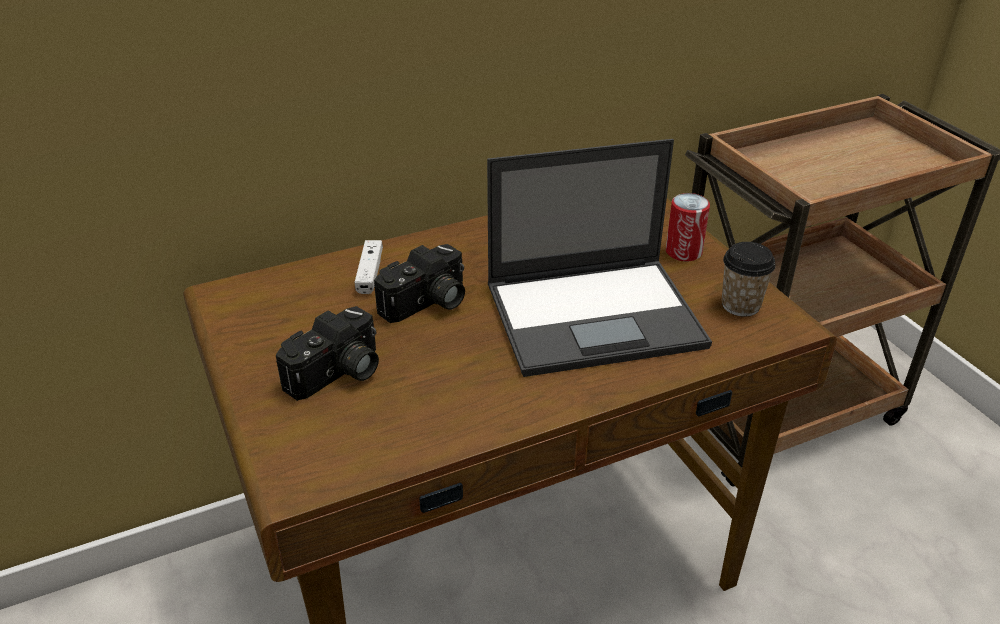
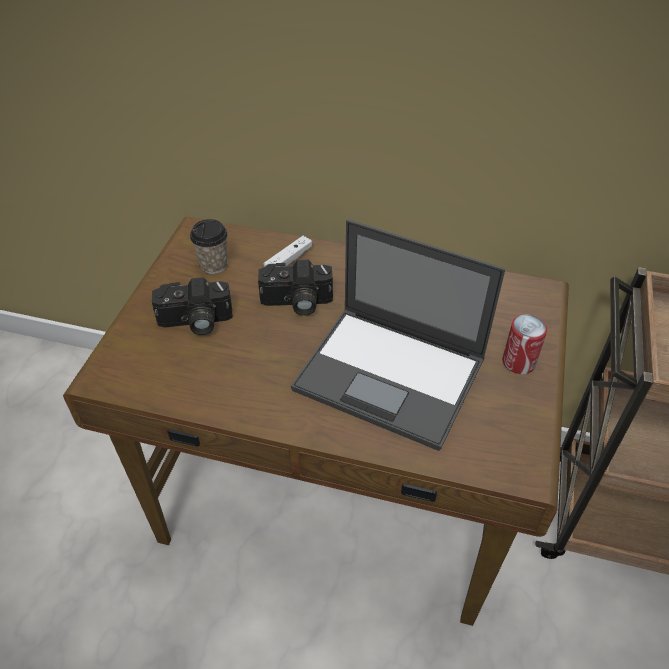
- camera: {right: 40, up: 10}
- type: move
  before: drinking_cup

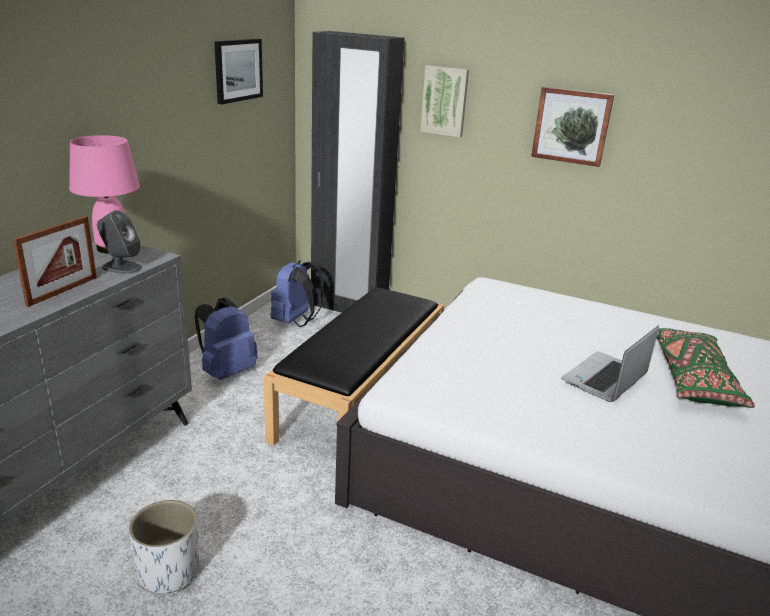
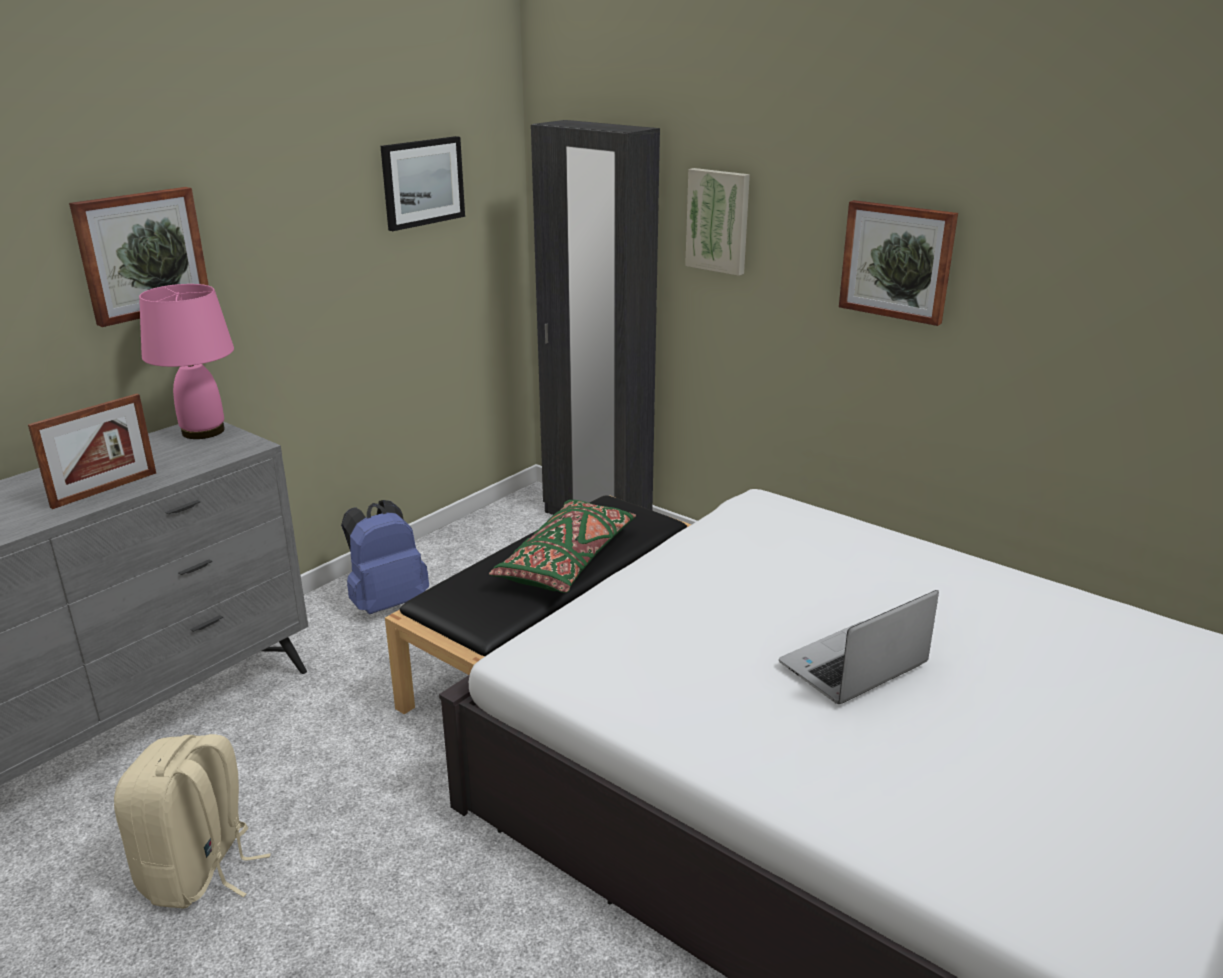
- camera: {right: 15, up: 0}
- type: insert
  after: wall_picture (1st from left)
- type: replace
  before: whitish_plant_pot
  after: sand-coloured_backpack
- type: move
  before: green-coloured_throw_pillow
- type: delete
  before: greyish_audio_speaker
- type: delete
  before: blue_backpack (2nd from left)

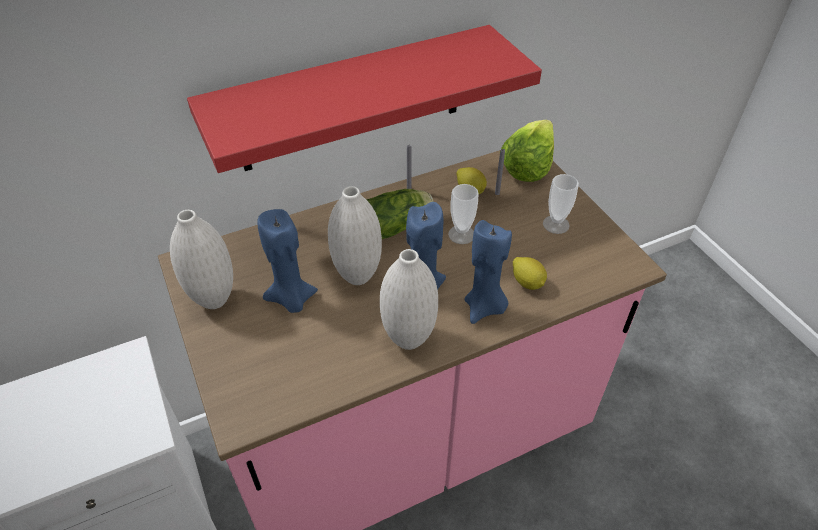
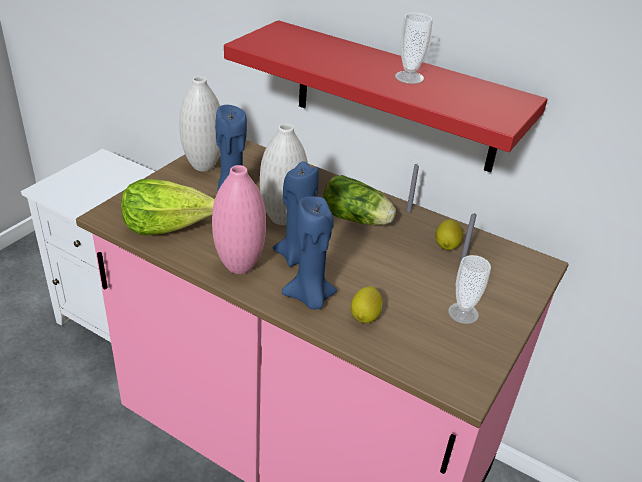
- camera: {right: 55, up: -10}
- type: move
  before: lettuce_head (2nd from left in the first image)
  after: lettuce_head (1st from left)
- type: recolor
  before: whitish_vase (3rd from left)
  after: pinkish_vase
- type: move
  before: drinking_cup (1st from left)

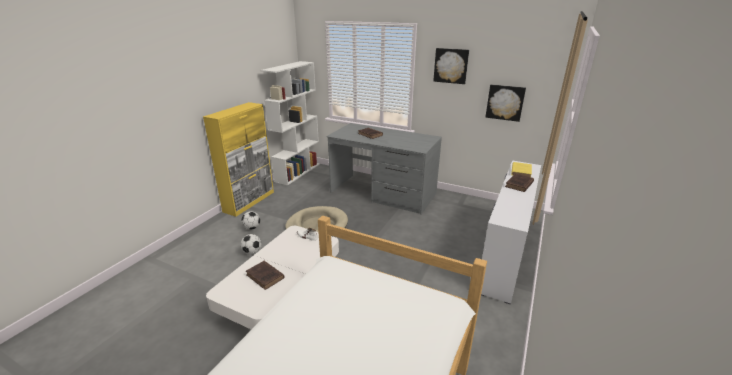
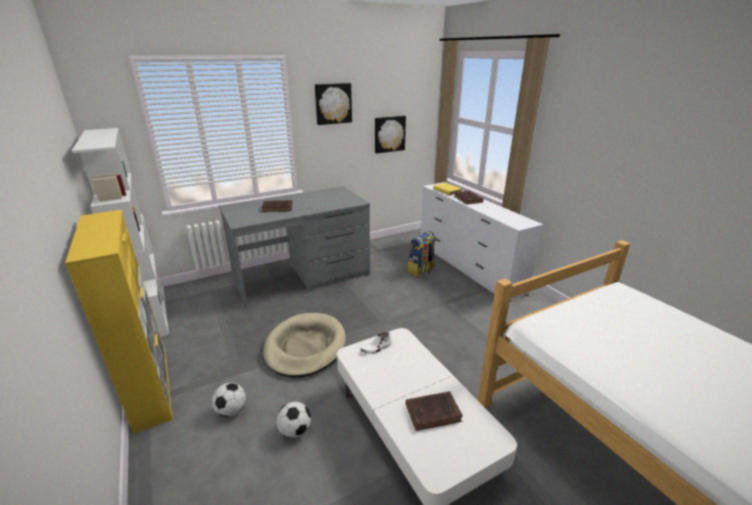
- camera: {right: -55, up: 0}
- type: insert
  after: backpack

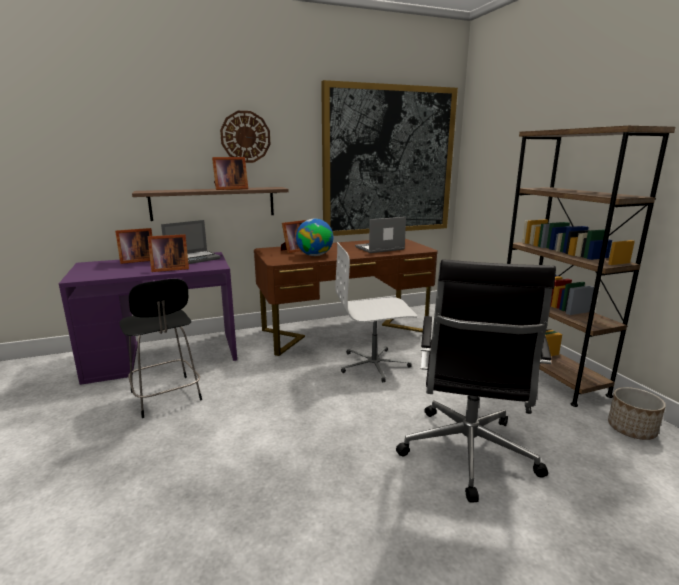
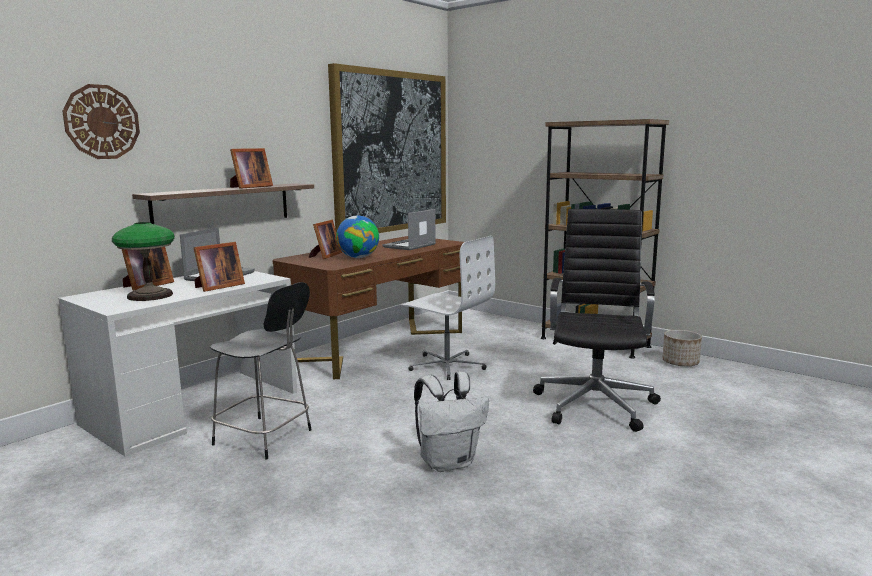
- camera: {right: -30, up: -5}
- type: recolor
  before: purple_desk_table
  after: whitish_desk_table
- type: move
  before: clock_on_the_wall
- type: insert
  after: tabletop_lamp
- type: rotate
  before: whitish_computer_chair
  turn: -105
- type: insert
  after: whitish_backpack
- type: rotate
  before: blackish_computer_chair
  turn: -150

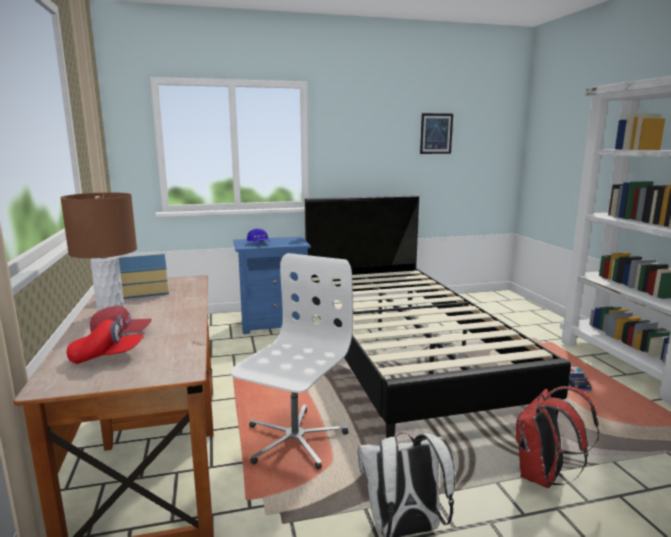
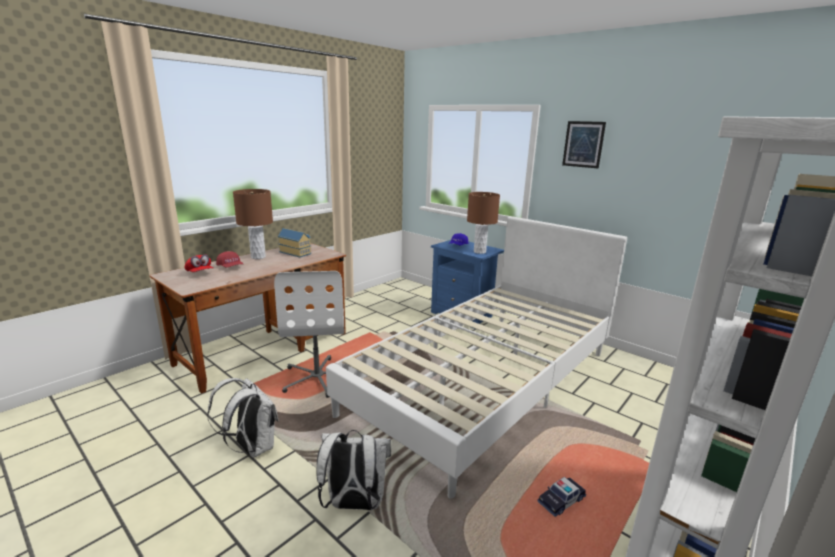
- camera: {right: 55, up: 5}
- type: rotate
  before: whitish_computer_chair
  turn: 90
- type: recolor
  before: reddish_backpack
  after: whitish_backpack (2nd from left)
- type: recolor
  before: blackish_bed
  after: whitish_bed
- type: insert
  after: brown-coloured_tabletop_lamp (2nd from left)
- type: move
  before: wall_picture

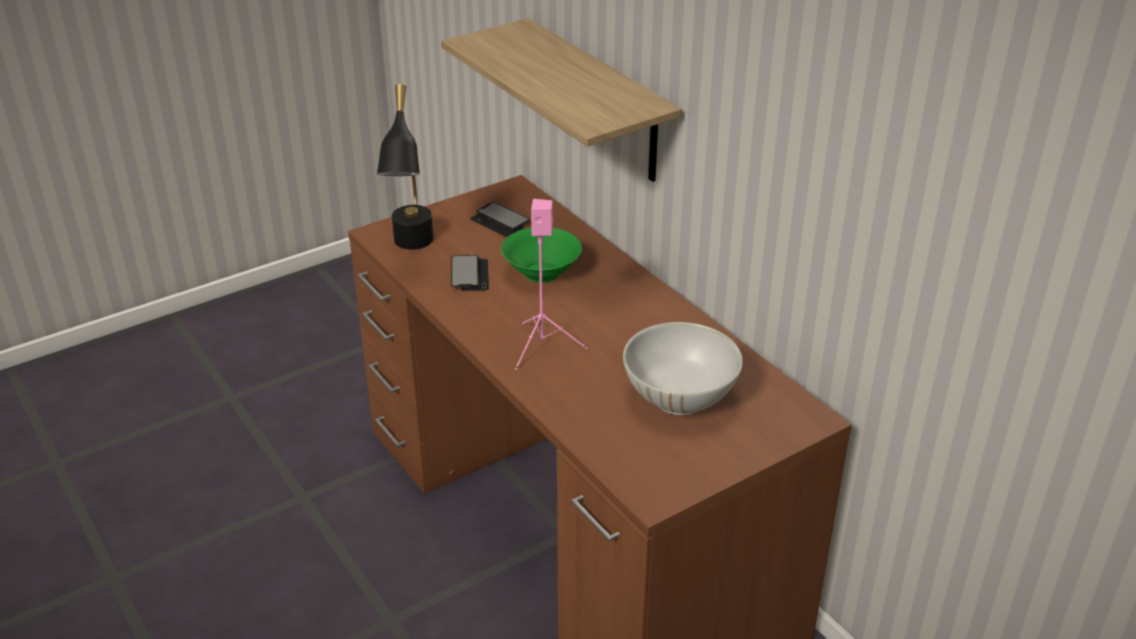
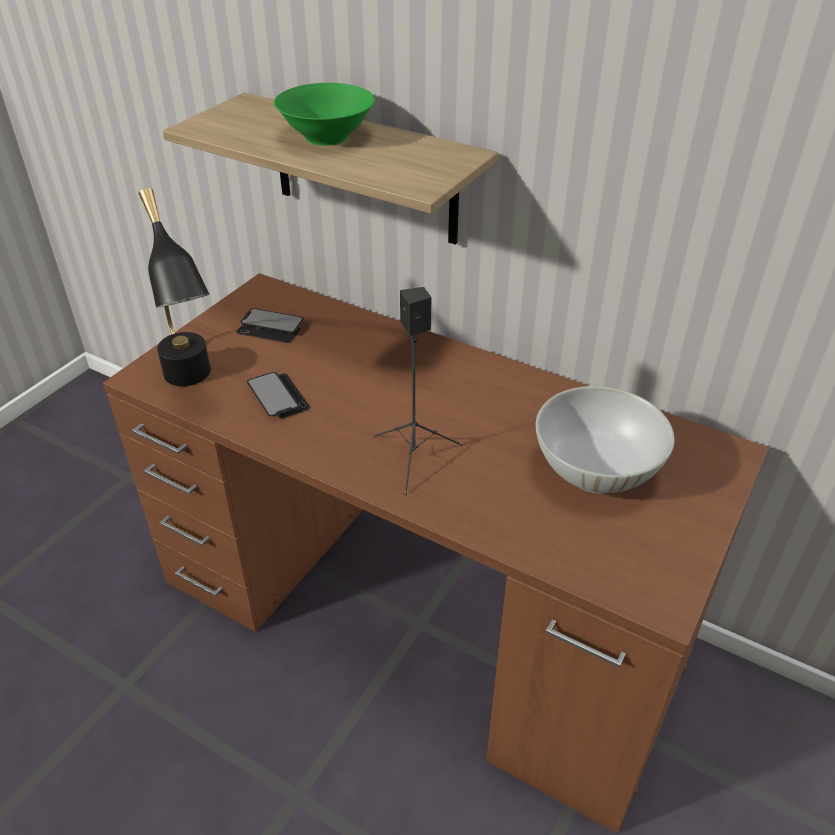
- camera: {right: -25, up: 5}
- type: move
  before: green-coloured_serving_bowl
- type: recolor
  before: pinkish_audio_speaker
  after: blackish_audio_speaker

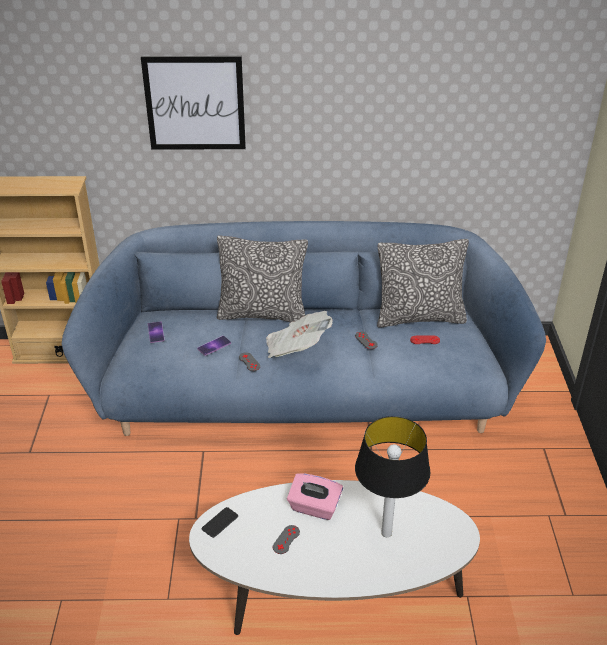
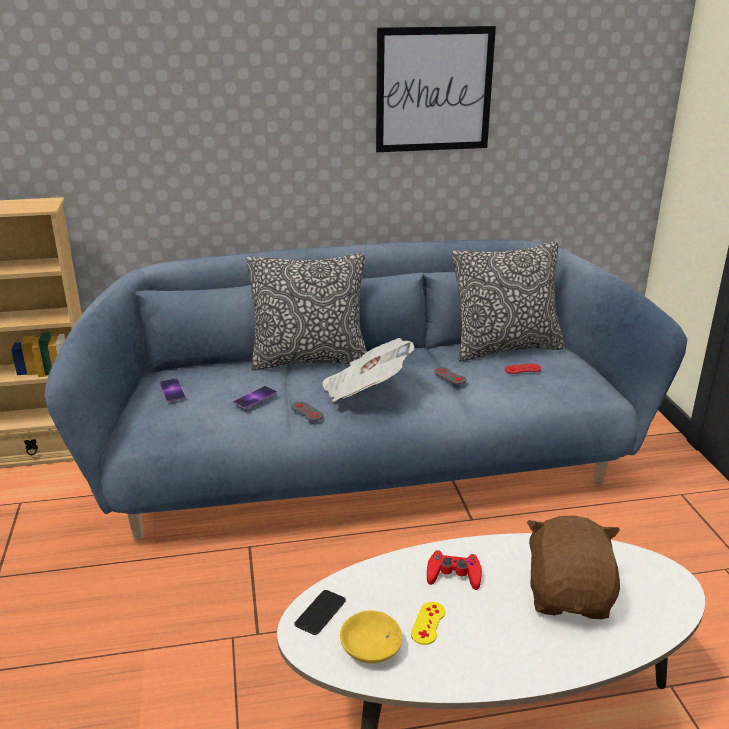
- camera: {right: -10, up: -10}
- type: insert
  after: yellowish_serving_bowl
- type: move
  before: wall_picture
- type: recolor
  before: greyish_joypad (2nd from left)
  after: yellowish_joypad
- type: replace
  before: pinkish_tissue_holder
  after: reddish_joypad (1st from left)
- type: replace
  before: tabletop_lamp
  after: brown-coloured_soft_toy

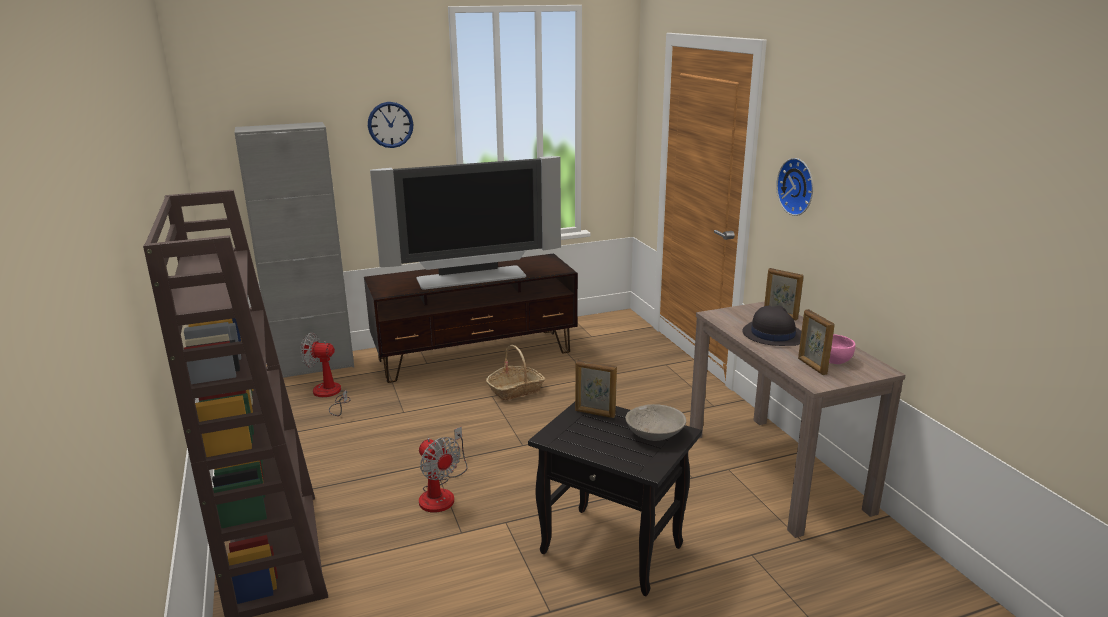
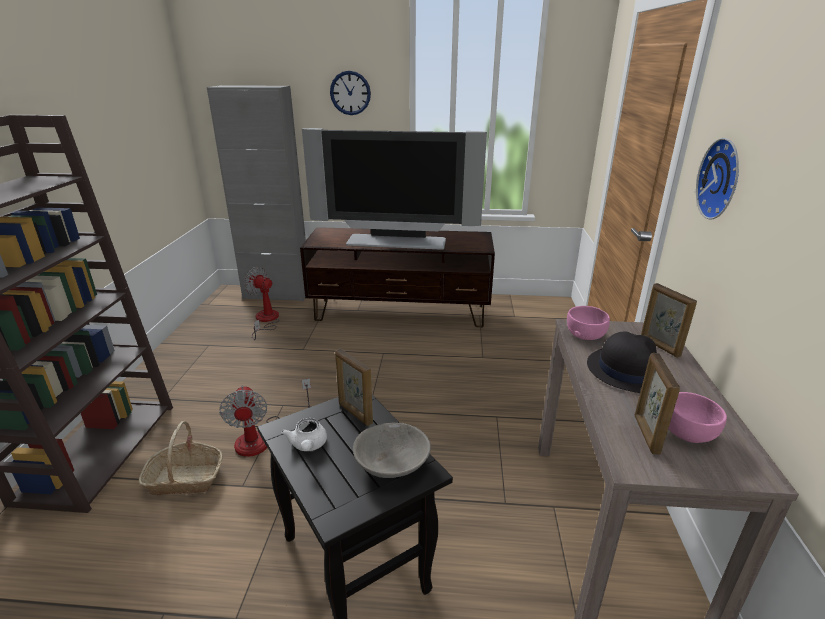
- camera: {right: 25, up: 5}
- type: move
  before: household_basket
- type: insert
  after: whitish_pot_for_tea
- type: insert
  after: pinkish_serving_bowl (1st from left)

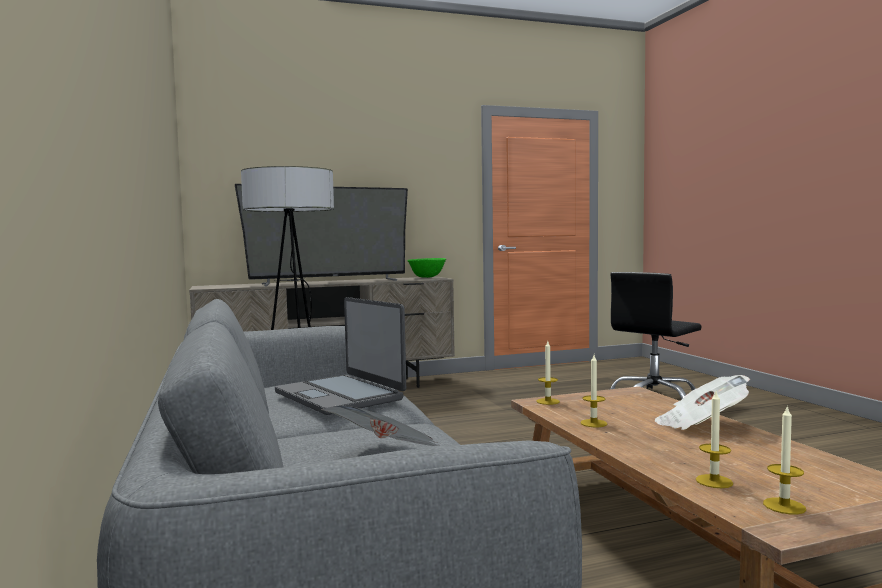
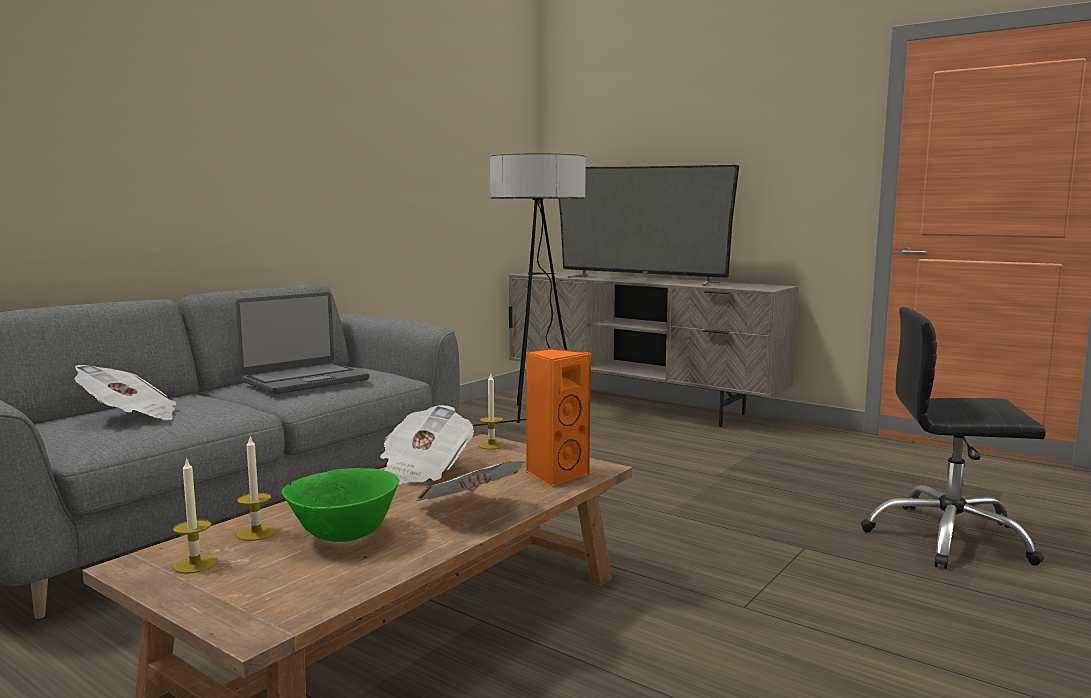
- camera: {right: 55, up: 5}
- type: rotate
  before: notebook_computer
  turn: -150
- type: move
  before: green-coloured_serving_bowl
- type: replace
  before: candle (2nd from left)
  after: daily_paper (2nd from left)
- type: insert
  after: orangey_audio_speaker

